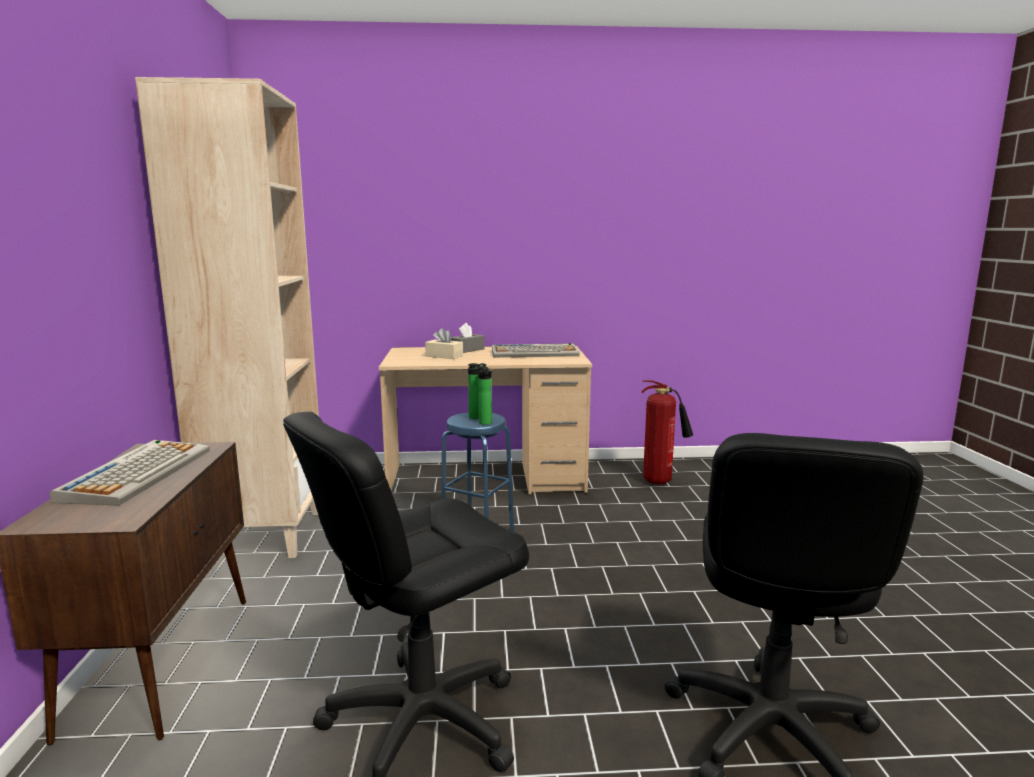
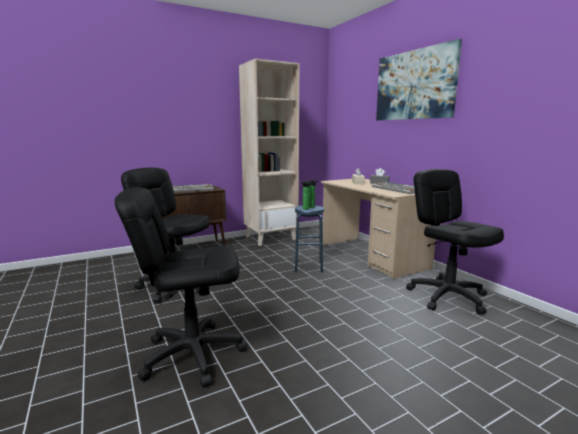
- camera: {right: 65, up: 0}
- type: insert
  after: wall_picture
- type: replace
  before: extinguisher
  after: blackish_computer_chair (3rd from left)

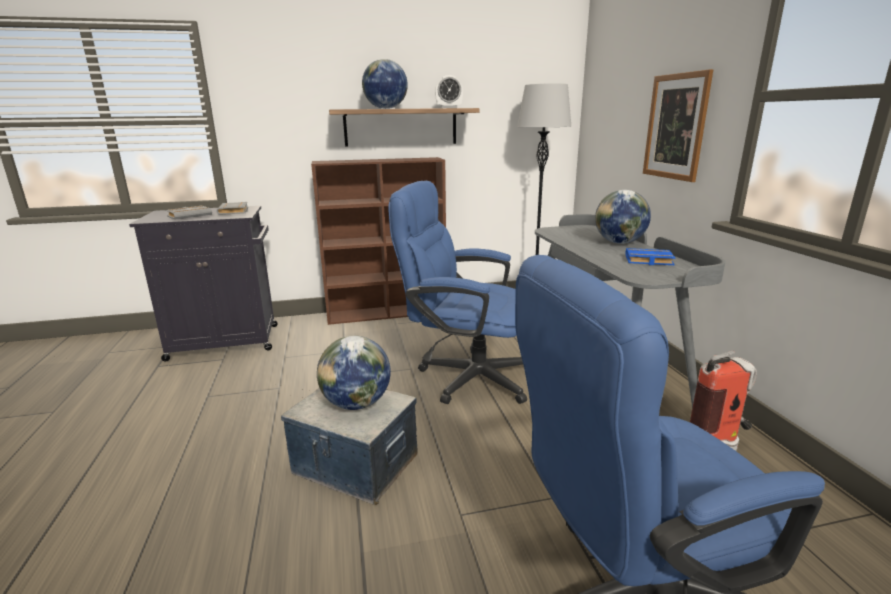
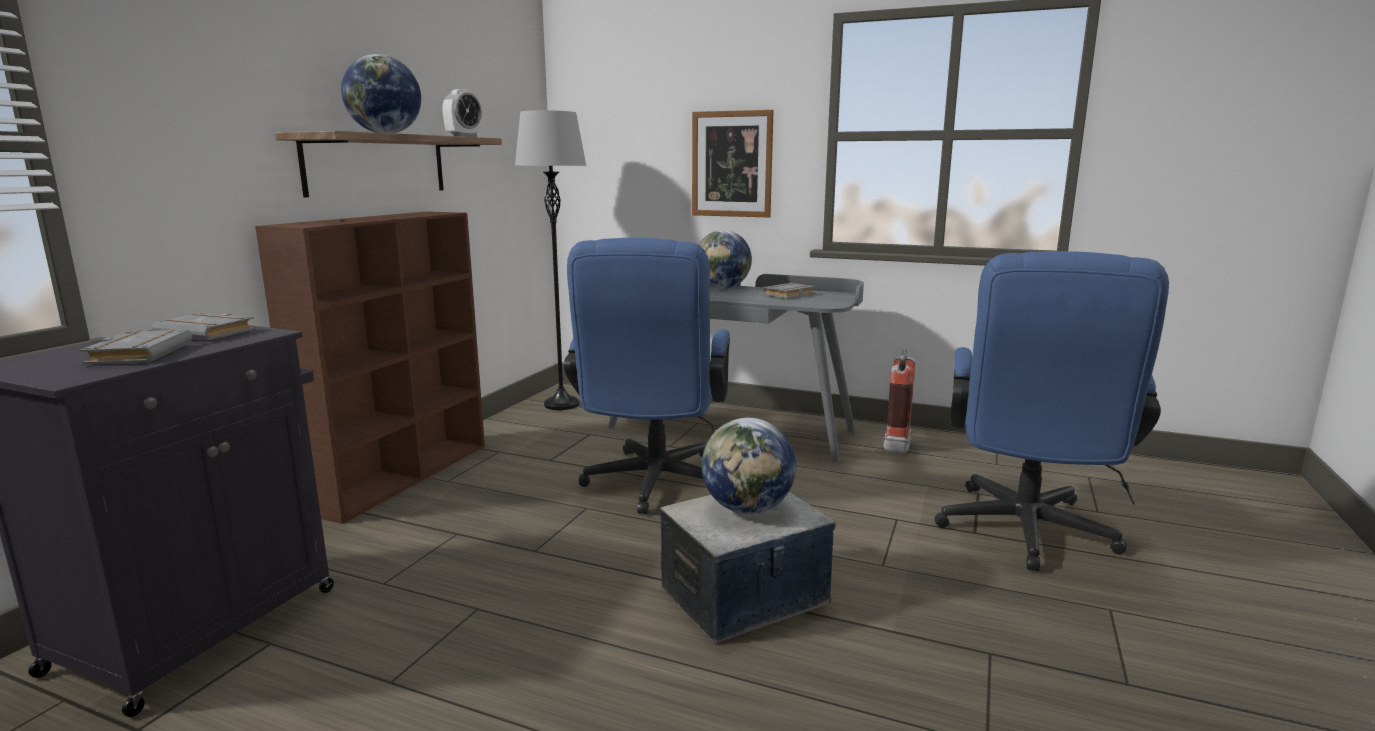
- camera: {right: -55, up: -5}
- type: rotate
  before: blue_computer_chair (1st from left)
  turn: -45
- type: recolor
  before: blue_book
  after: greyish_book (3rd from left)

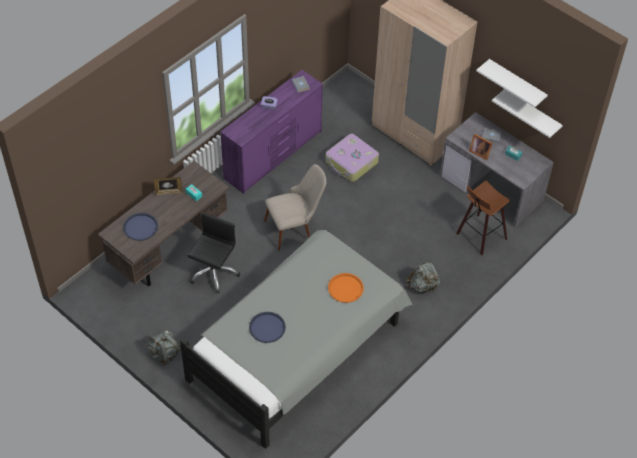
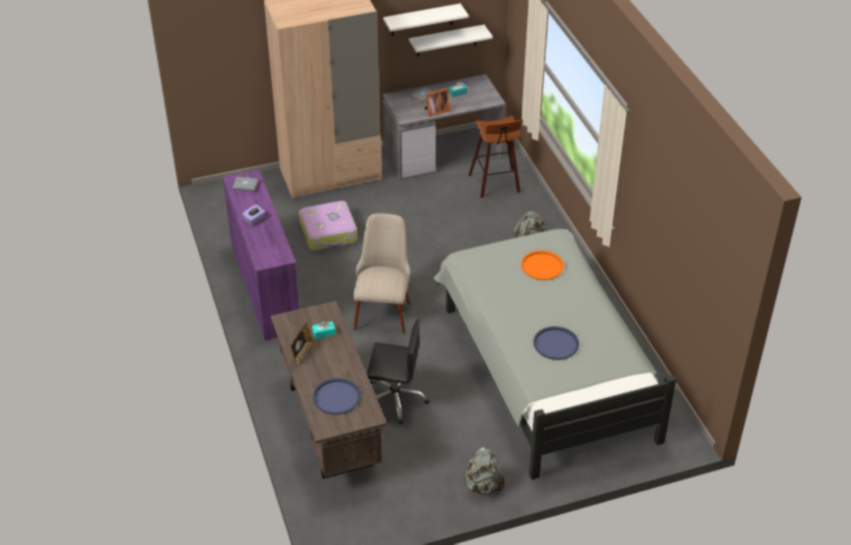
- camera: {right: -60, up: -10}
- type: rotate
  before: blackish_computer_chair
  turn: 135

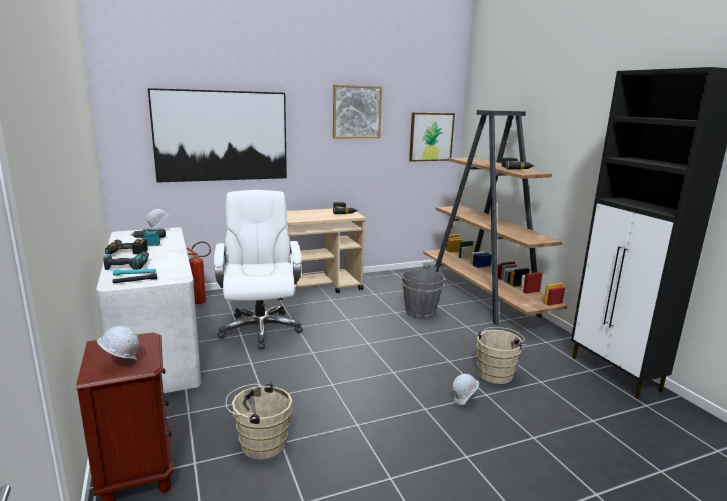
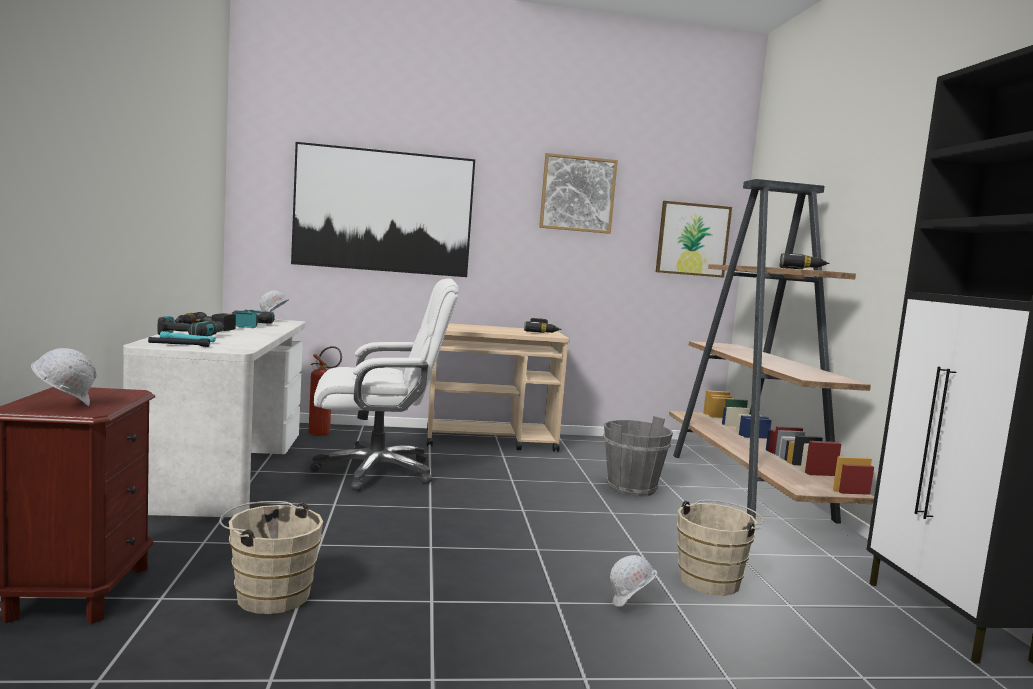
- camera: {right: 15, up: -10}
- type: rotate
  before: whitish_computer_chair
  turn: 75

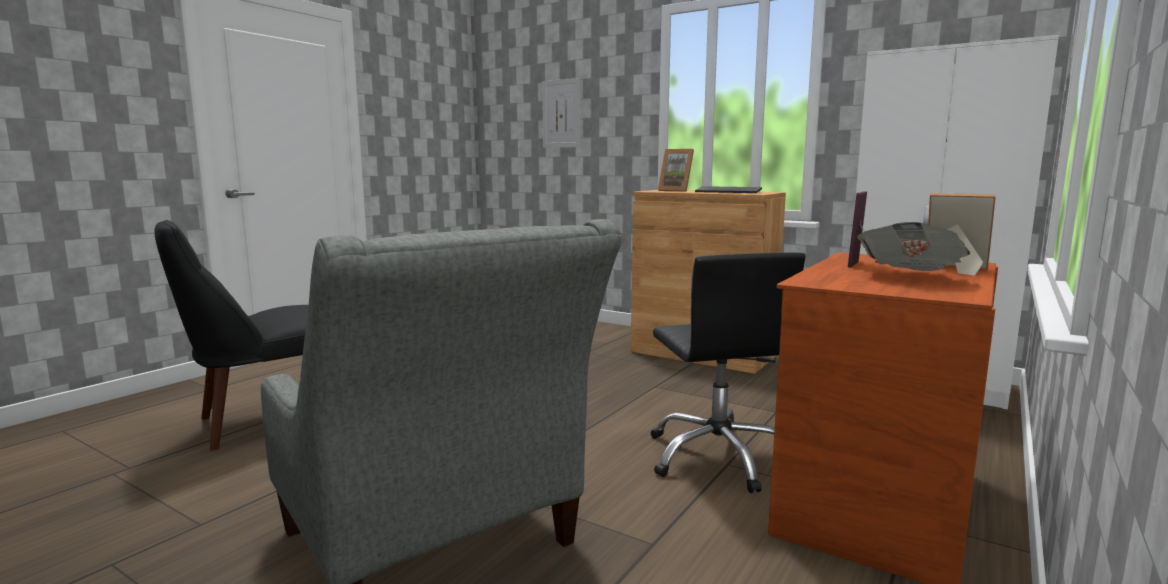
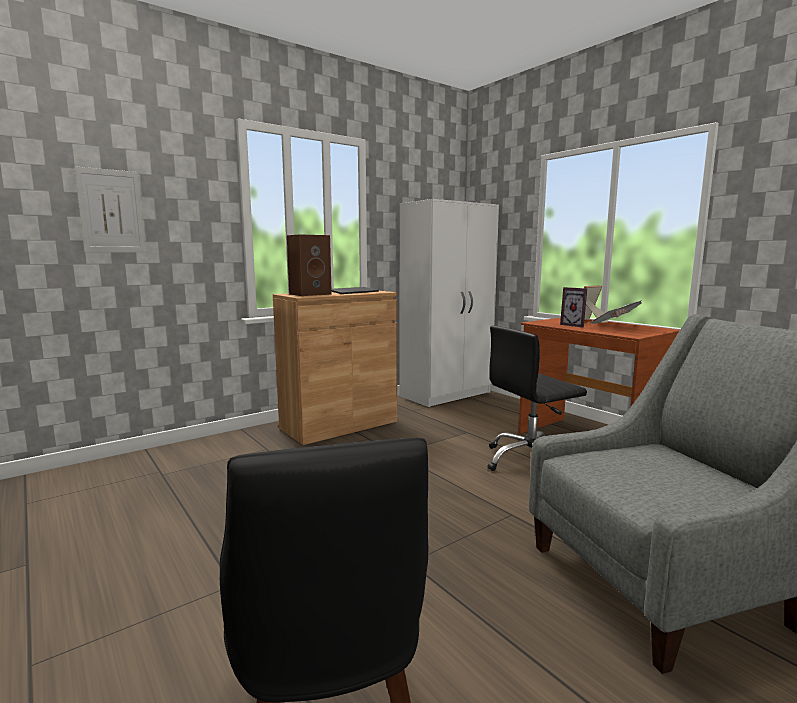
- camera: {right: -70, up: 0}
- type: replace
  before: photo_frame (1st from left)
  after: brown-coloured_audio_speaker
- type: rotate
  before: blackish_computer_chair
  turn: 150

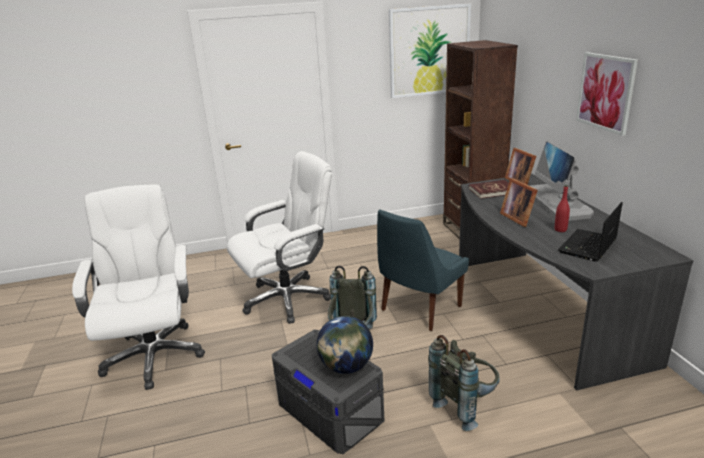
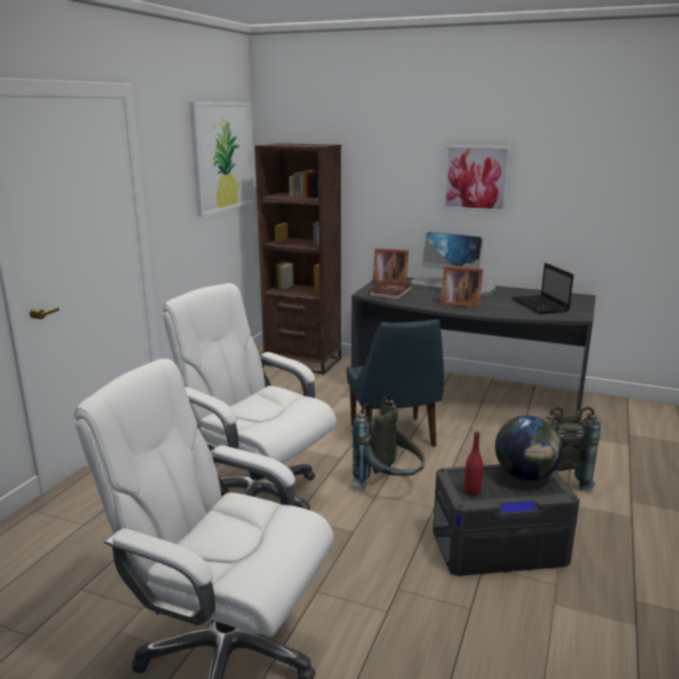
- camera: {right: -55, up: -5}
- type: rotate
  before: whitish_computer_chair (2nd from left)
  turn: -60
- type: move
  before: reddish_drink_bottle

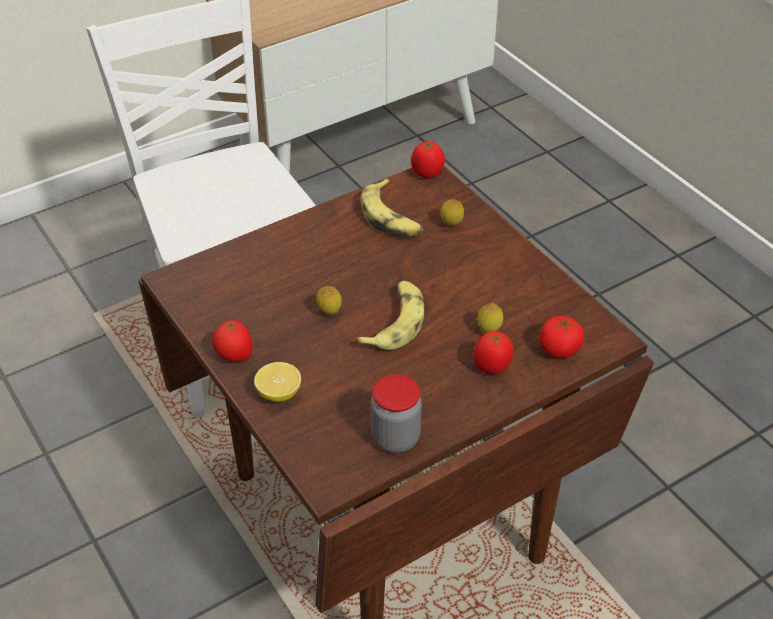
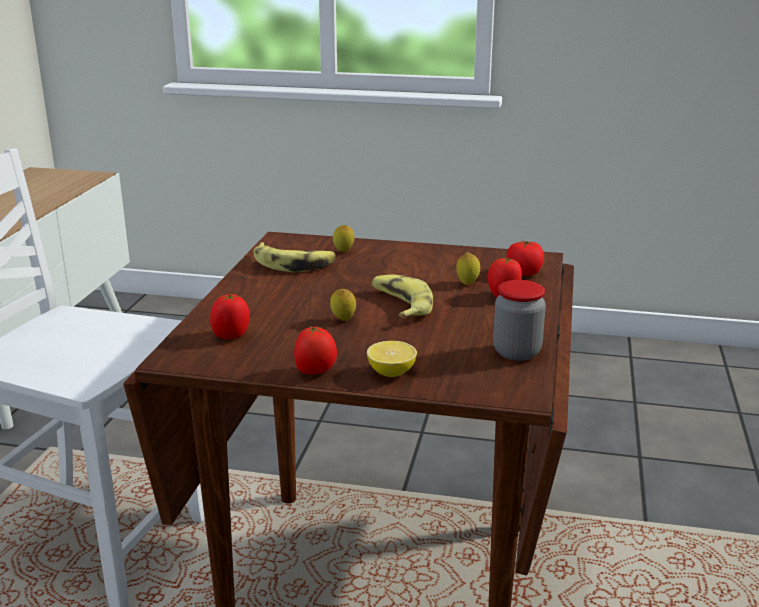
- camera: {right: -45, up: -20}
- type: move
  before: fresh_tomato (2nd from left in the first image)
  after: fresh_tomato (1st from left)

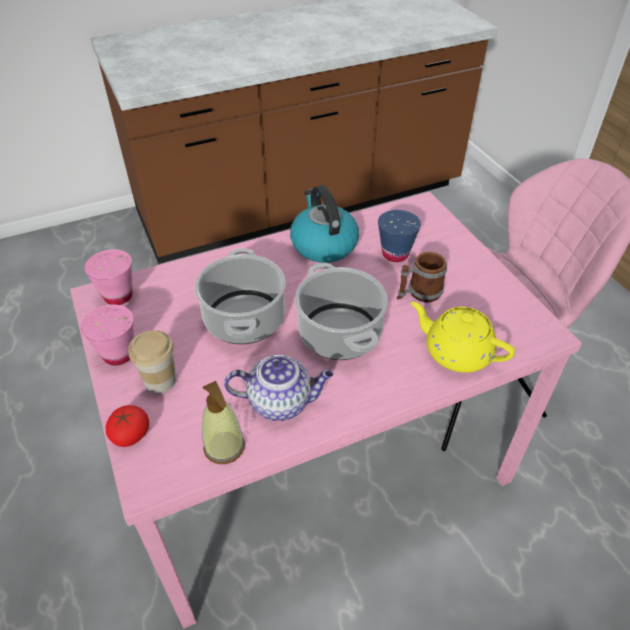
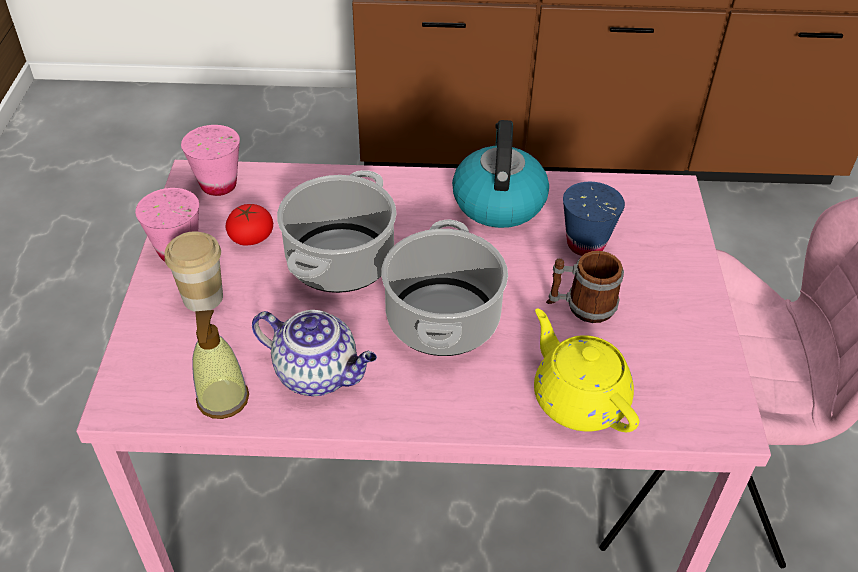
- camera: {right: 25, up: 0}
- type: move
  before: fresh_tomato

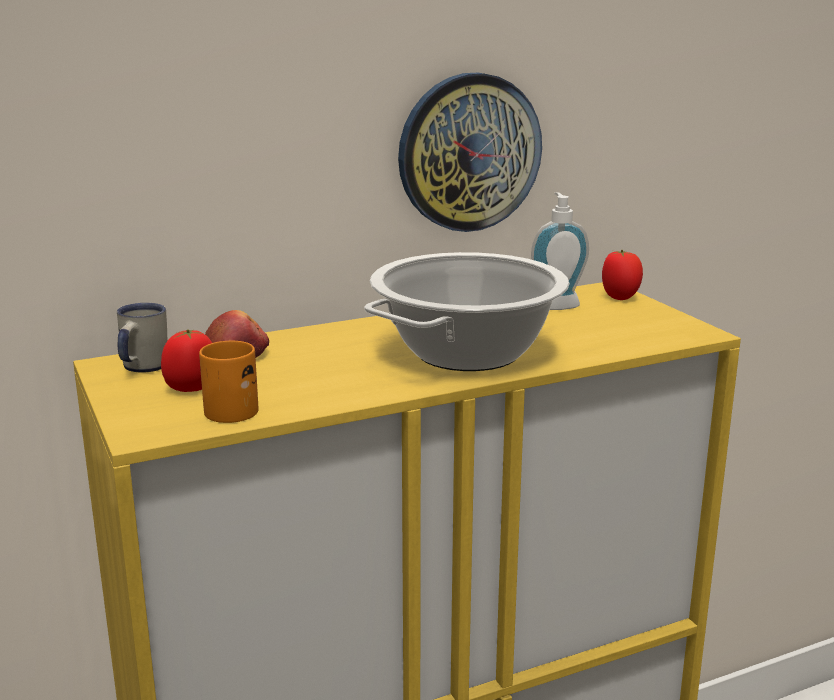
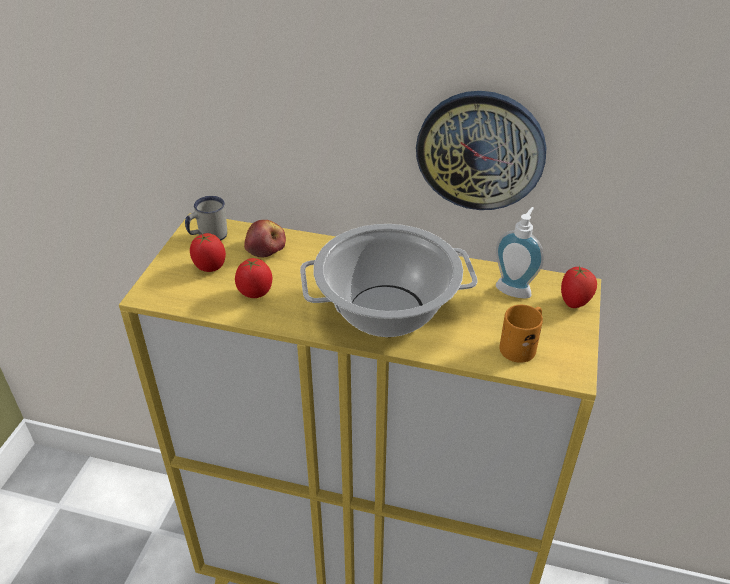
- camera: {right: 40, up: 20}
- type: insert
  after: fresh_tomato (2nd from left)
- type: move
  before: orangey_mug

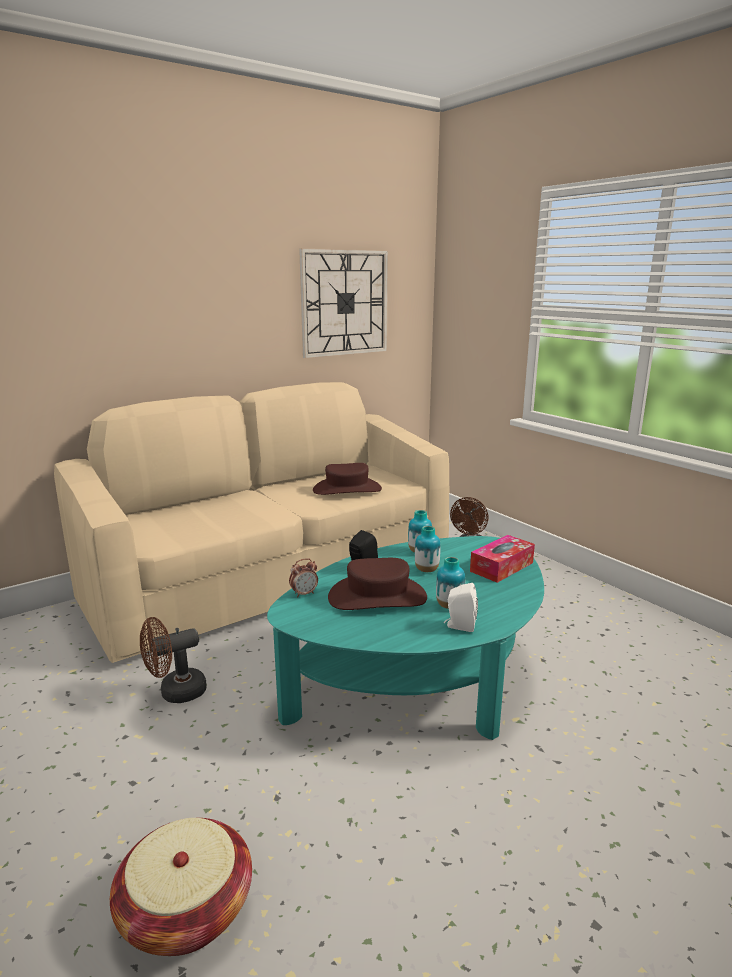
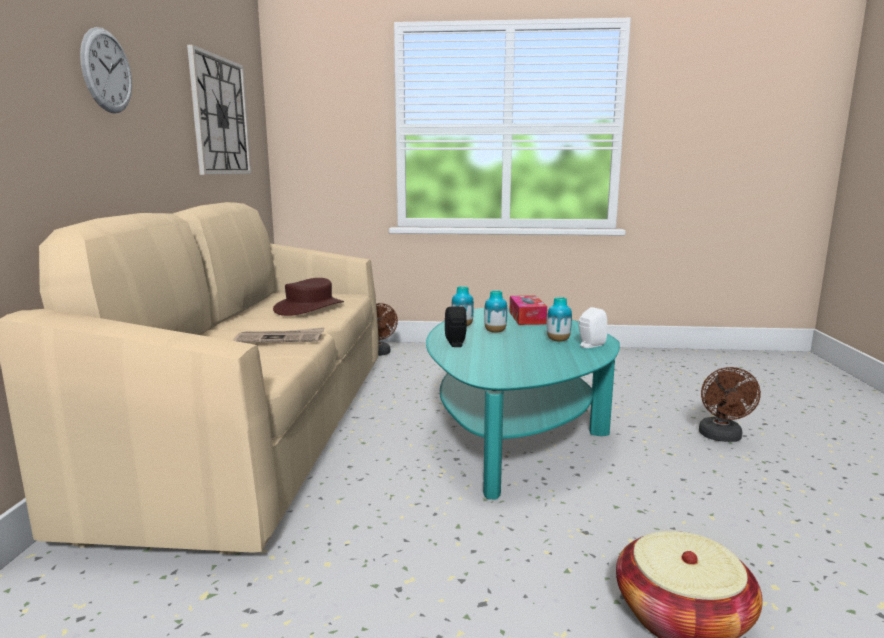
- camera: {right: -50, up: -5}
- type: insert
  after: clock_on_the_wall (1st from left)
- type: insert
  after: daily_paper
- type: move
  before: brown-coloured_fan (1st from left in the first image)
  after: brown-coloured_fan (2nd from left)
- type: delete
  before: table_clock
- type: delete
  before: brown-coloured_clothing_hat (2nd from left)

